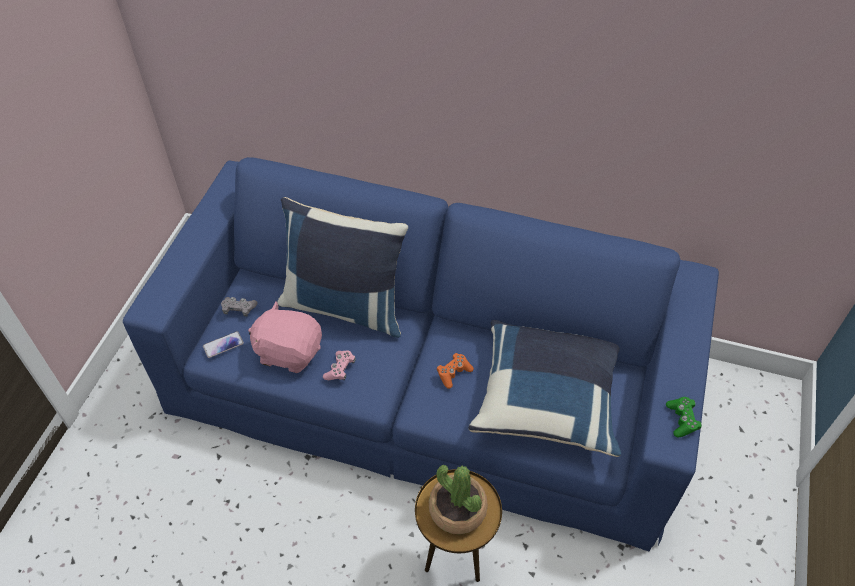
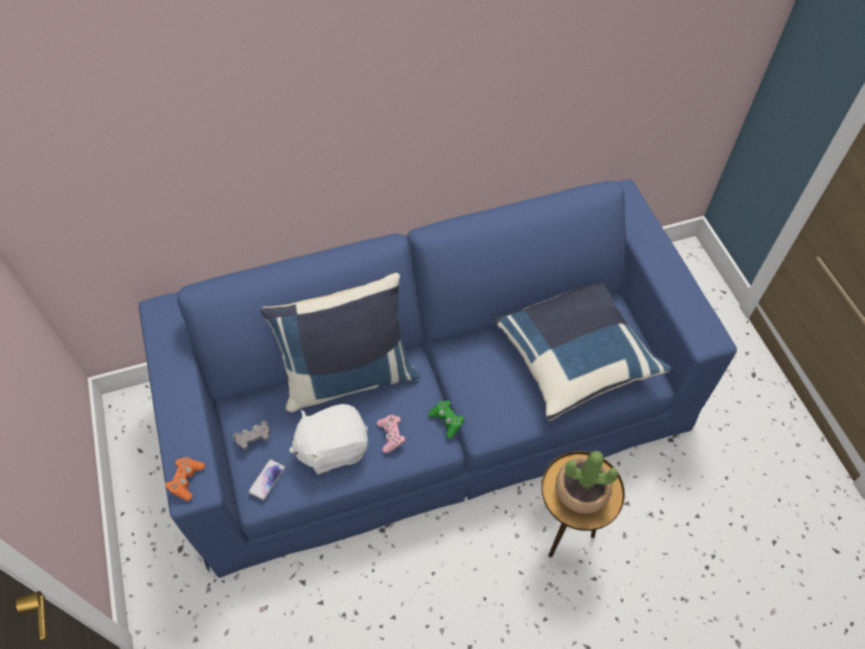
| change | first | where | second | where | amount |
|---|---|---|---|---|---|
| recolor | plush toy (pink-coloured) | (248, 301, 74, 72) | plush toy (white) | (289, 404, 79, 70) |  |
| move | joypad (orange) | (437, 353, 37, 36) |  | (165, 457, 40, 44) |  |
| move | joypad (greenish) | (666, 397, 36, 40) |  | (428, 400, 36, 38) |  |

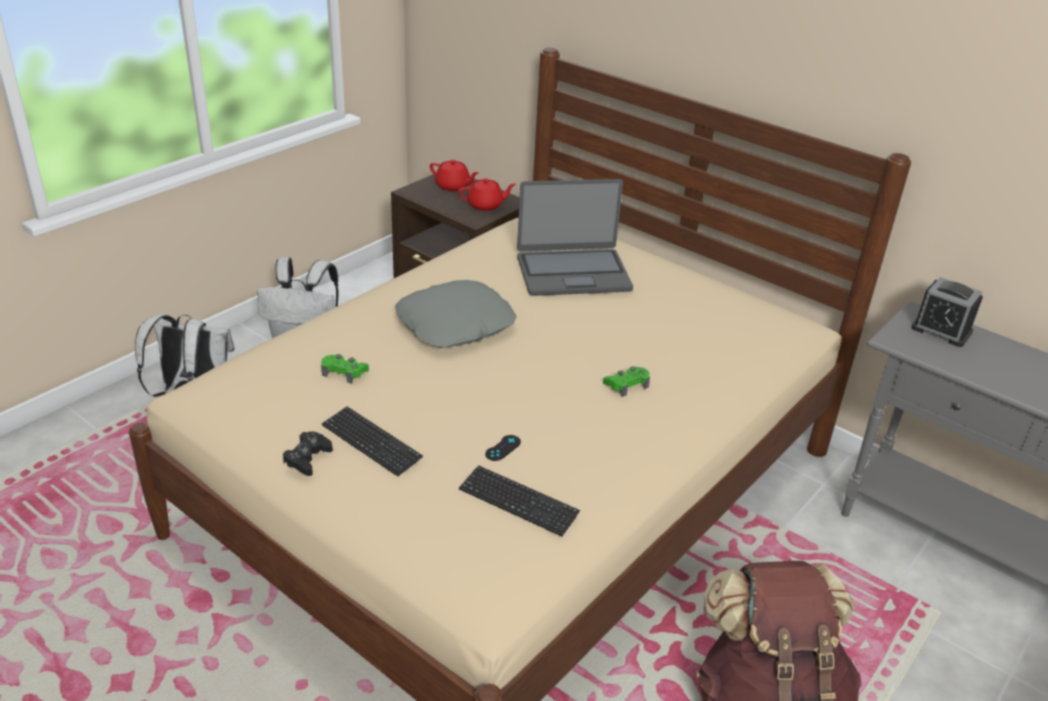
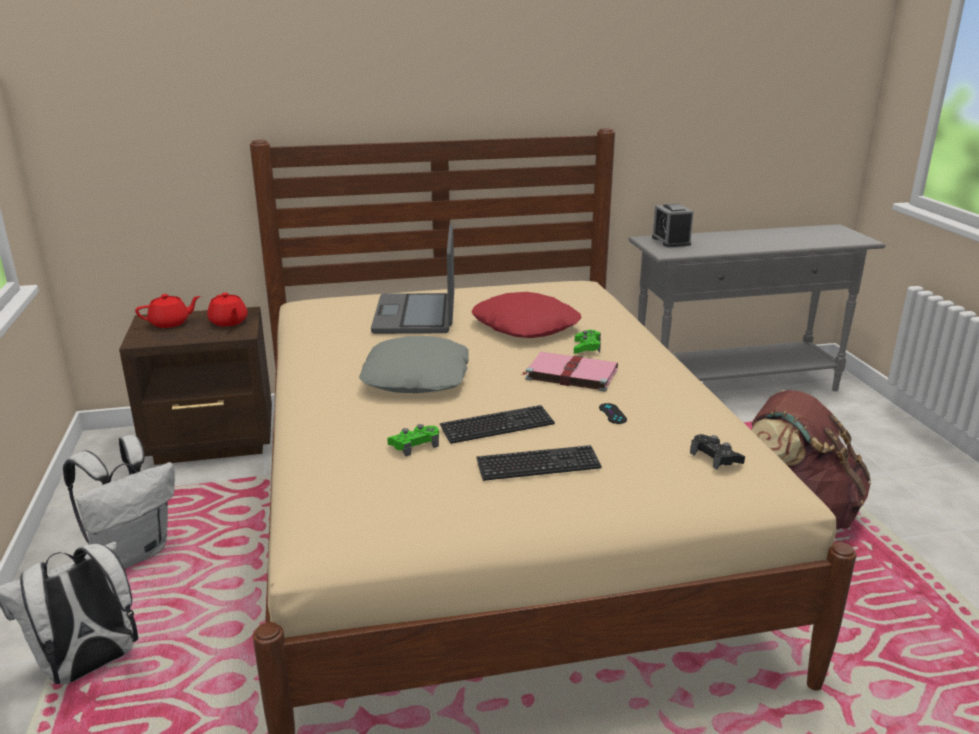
| change | first | where | second | where | amount |
|---|---|---|---|---|---|
| move | joypad (black) | (283, 431, 50, 45) |  | (690, 434, 55, 36) |  |
| rotate | tea pot (red-coloured) | (458, 178, 58, 33) |  | (207, 293, 41, 33) | 120 degrees clockwise |
| move | computer keyboard | (459, 465, 121, 71) |  | (440, 405, 115, 39) |  |
| rotate | laptop | (517, 179, 116, 117) |  | (371, 224, 83, 110) | 150 degrees clockwise |
| rotate | bedside clock | (911, 277, 72, 70) |  | (652, 204, 42, 43) | 90 degrees clockwise |
| insert |  |  | throw pillow (red-coloured) | (472, 292, 110, 46) |  |
| insert |  |  | bound book (pink-coloured) | (522, 352, 96, 40) |  |

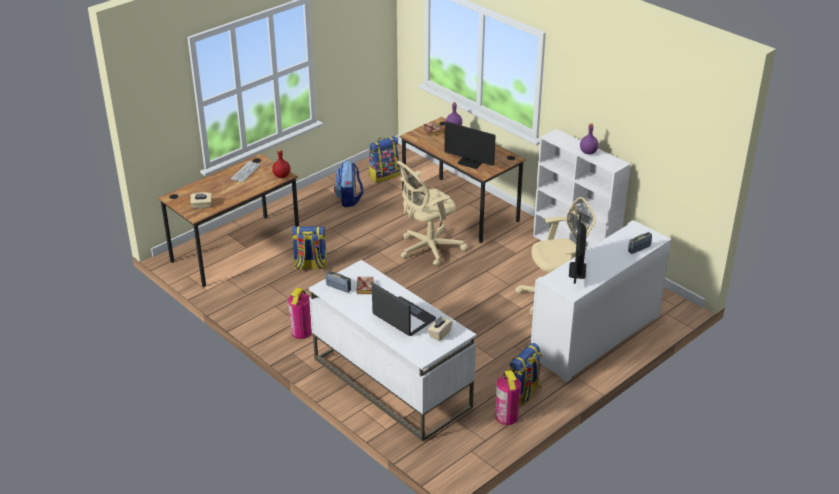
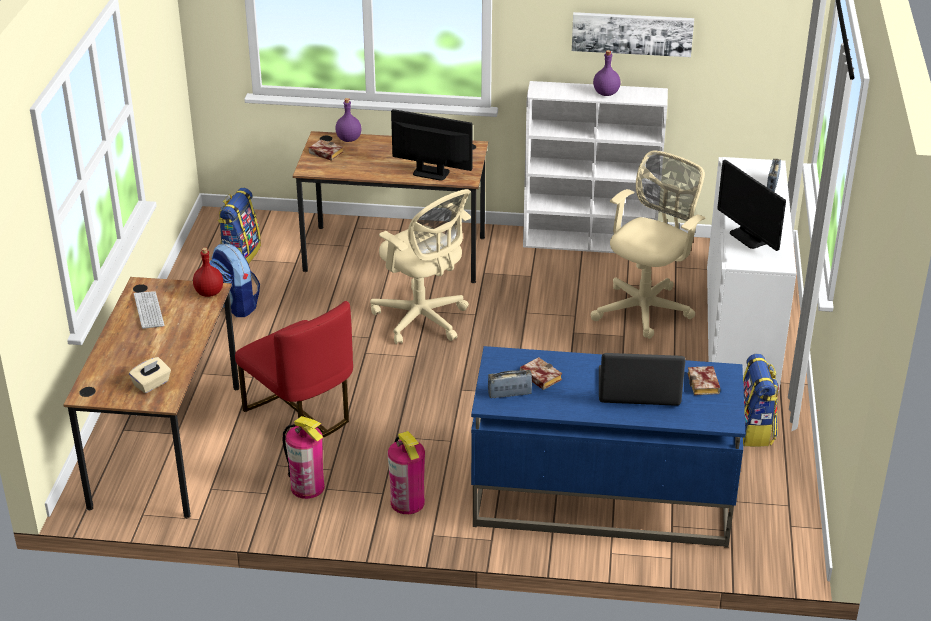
| change | first | where | second | where | amount |
|---|---|---|---|---|---|
| replace | rucksack | (292, 226, 35, 44) | chair (red-coloured) | (235, 301, 118, 137) |  |
| recolor | desk (white) | (309, 260, 167, 181) | desk (blue) | (471, 346, 274, 202) |  |
| rotate | office chair (beige-coloured) | (397, 161, 71, 106) |  | (370, 189, 101, 155) | 60 degrees counterclockwise |
| replace | tissue box (beige-coloured) | (427, 316, 26, 25) | bound book | (687, 366, 33, 29) |  |
| rotate | monitor | (445, 121, 51, 48) |  | (391, 109, 82, 72) | 150 degrees counterclockwise |
| move | extinguisher | (495, 370, 26, 55) |  | (282, 416, 43, 83) |  |
| insert |  |  | wall art | (572, 12, 122, 45) |  |

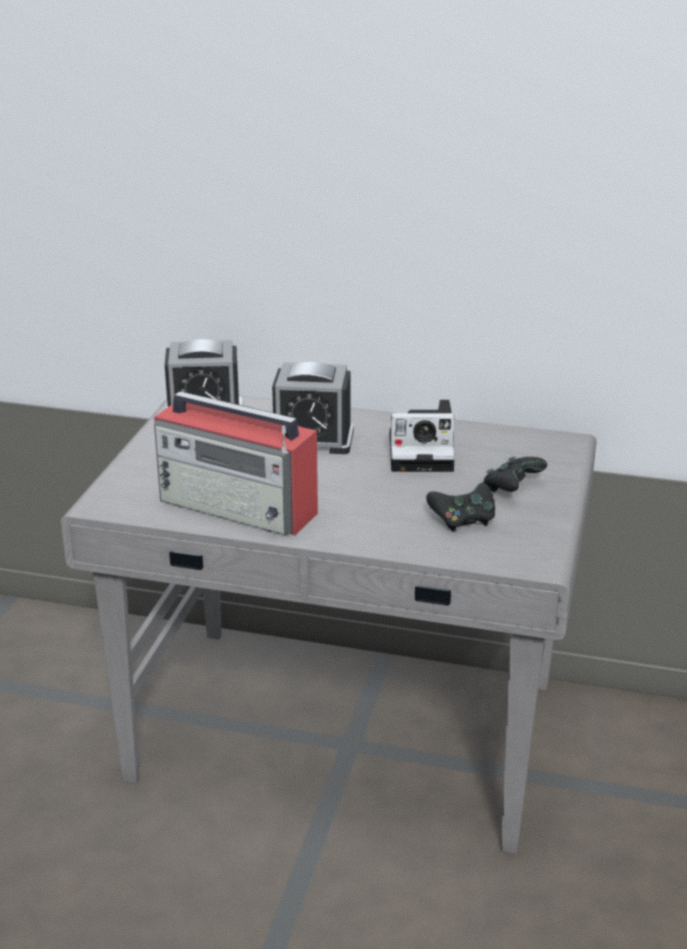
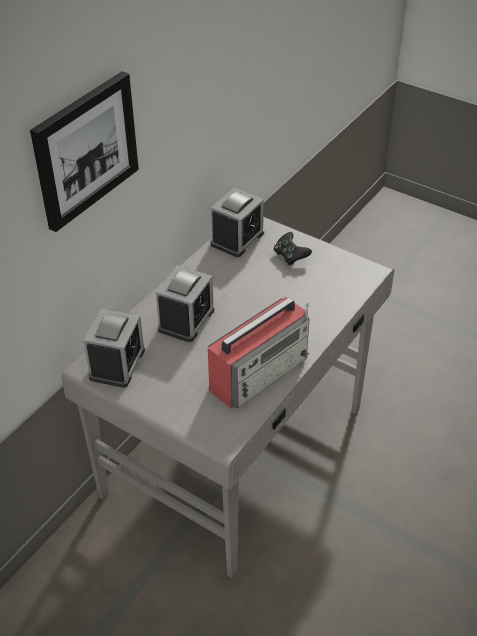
| change | first | where | second | where | amount |
|---|---|---|---|---|---|
| delete | still camera | (390, 400, 65, 72) |  |  |  |
| delete | joypad (black) | (426, 483, 69, 49) |  |  |  |
| insert |  |  | wall art | (30, 71, 109, 161) |  |
| insert |  |  | bedside clock | (211, 188, 53, 69) |  |

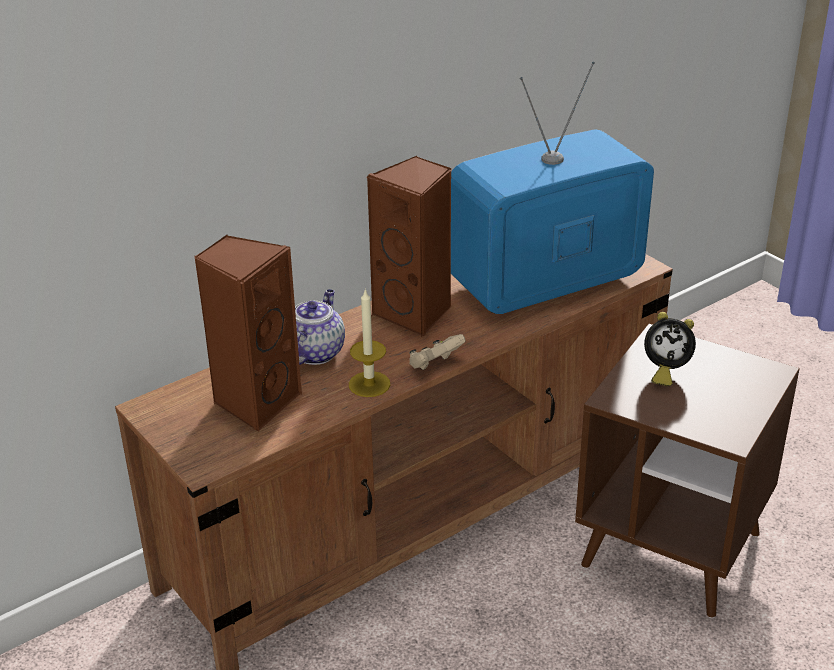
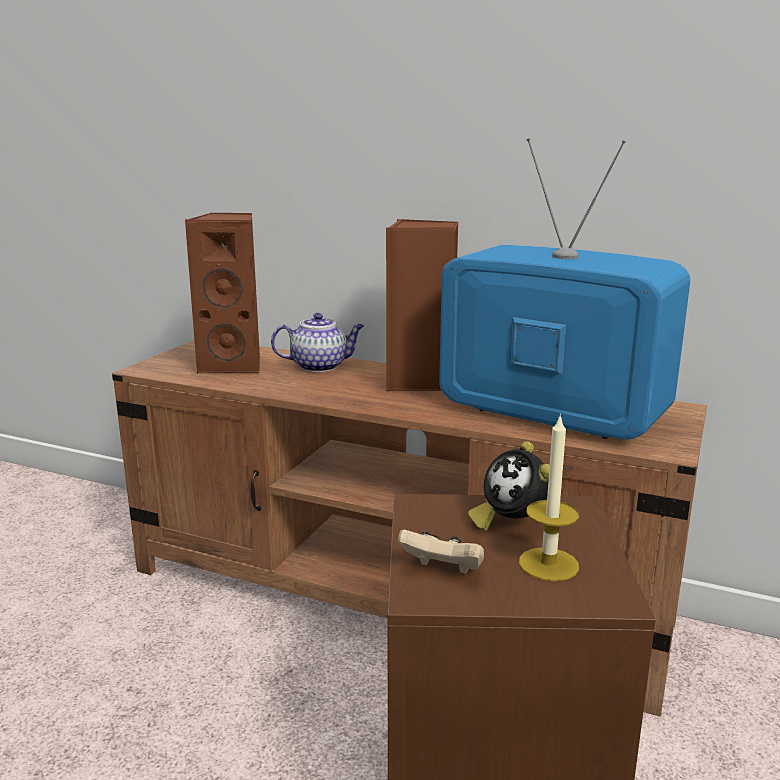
| change | first | where | second | where | amount |
|---|---|---|---|---|---|
| move | candle | (349, 289, 41, 108) |  | (519, 414, 60, 167) |  |
| move | joypad (beige-coloured) | (409, 334, 57, 36) |  | (398, 529, 86, 45) |  |

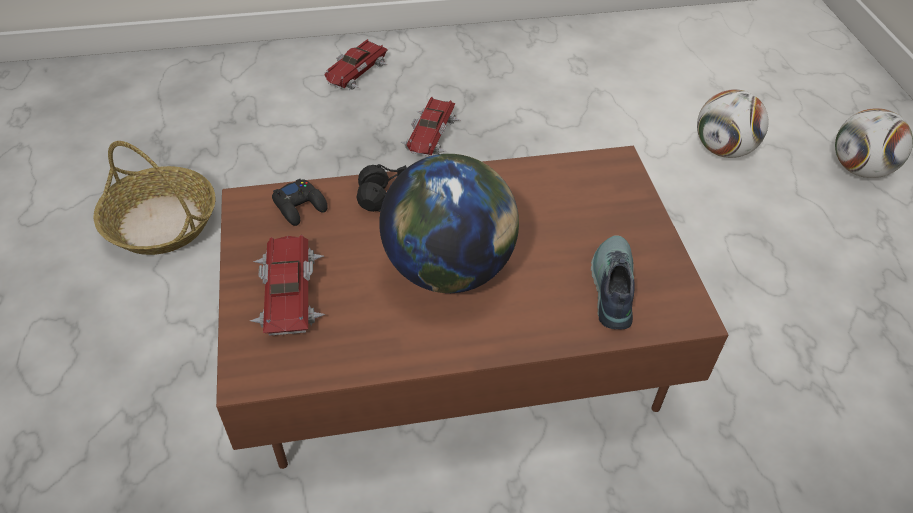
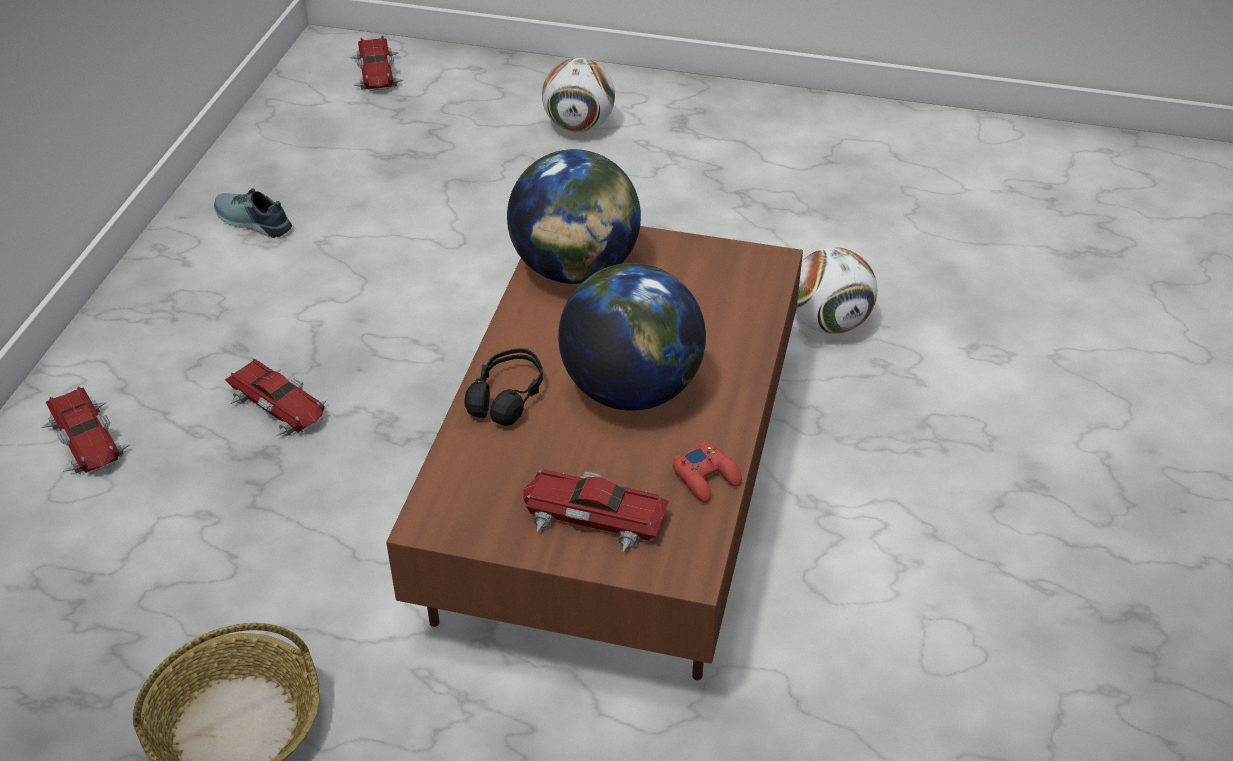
| change | first | where | second | where | amount |
|---|---|---|---|---|---|
| delete | joypad (black) | (272, 179, 56, 47) |  |  |  |
| move | item of footwear | (591, 235, 44, 94) |  | (214, 188, 78, 50) |  |
| move | football | (697, 89, 72, 69) |  | (796, 247, 81, 87) |  |
| insert |  |  | toy car | (350, 36, 53, 55) |  |
| insert |  |  | desk globe | (507, 149, 134, 135) |  |
| insert |  |  | joypad (red-coloured) | (673, 443, 69, 60) |  |

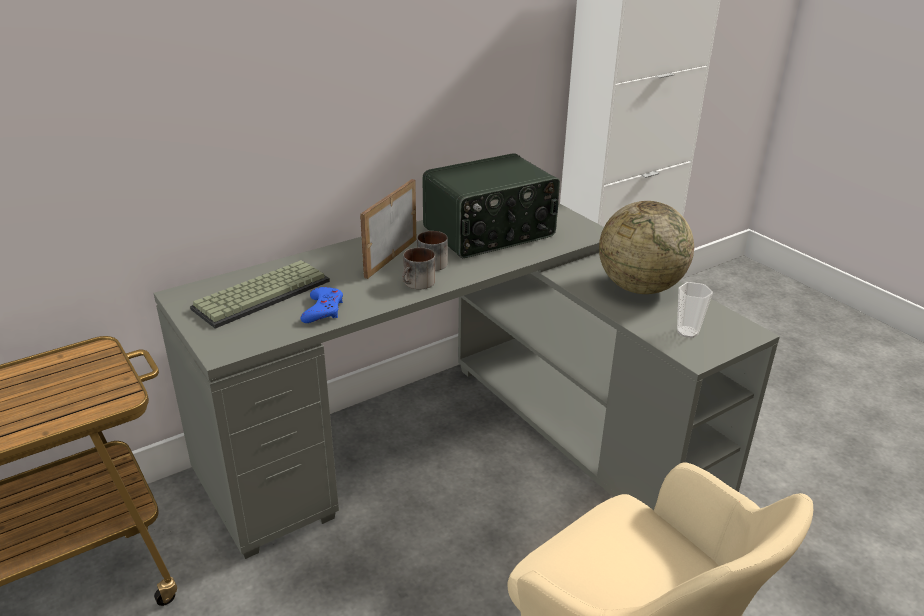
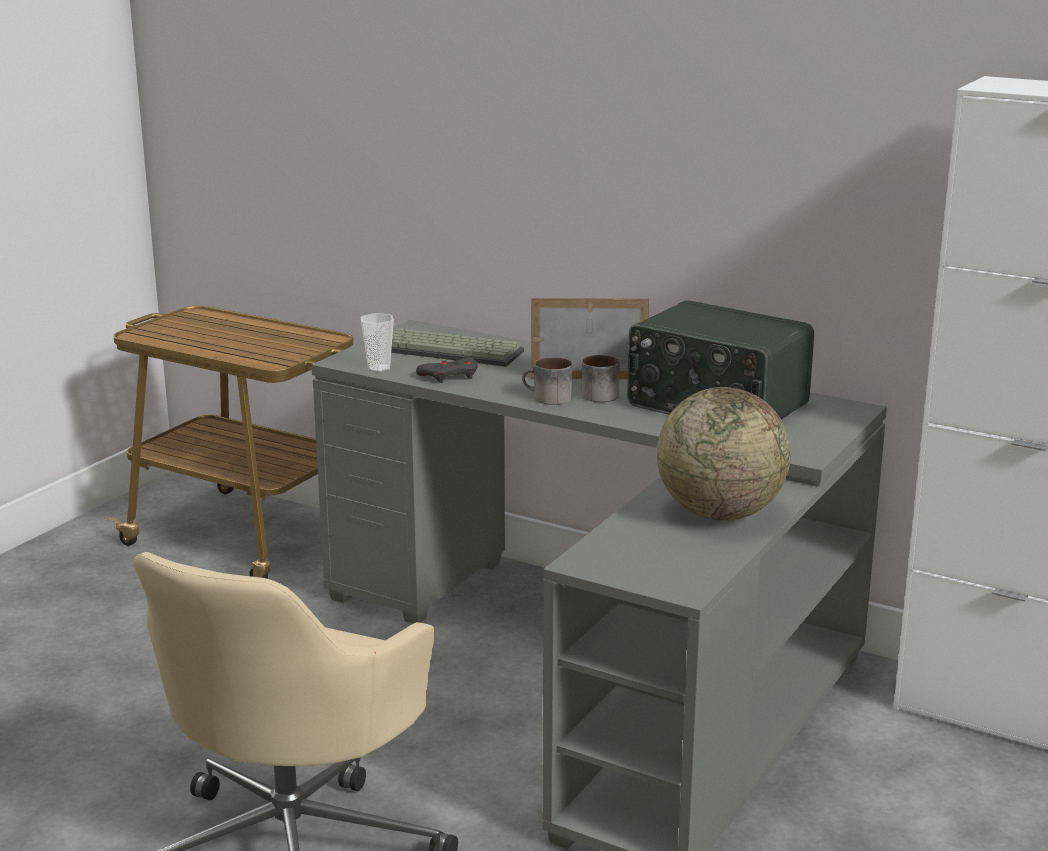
| change | first | where | second | where | amount |
|---|---|---|---|---|---|
| recolor | joypad (blue) | (300, 287, 43, 36) | joypad (greyish) | (416, 358, 62, 25) |  |
| move | small cup | (677, 282, 36, 56) |  | (360, 313, 34, 59) |  |

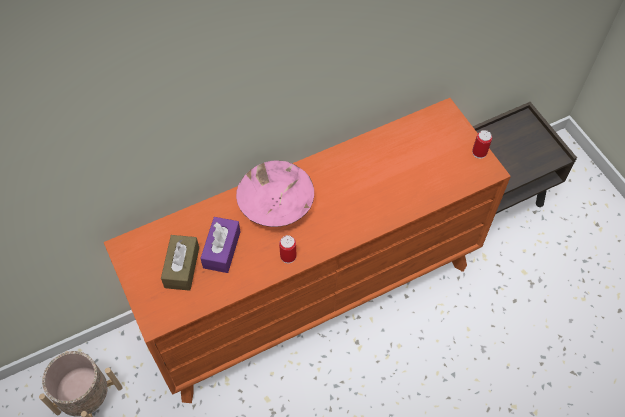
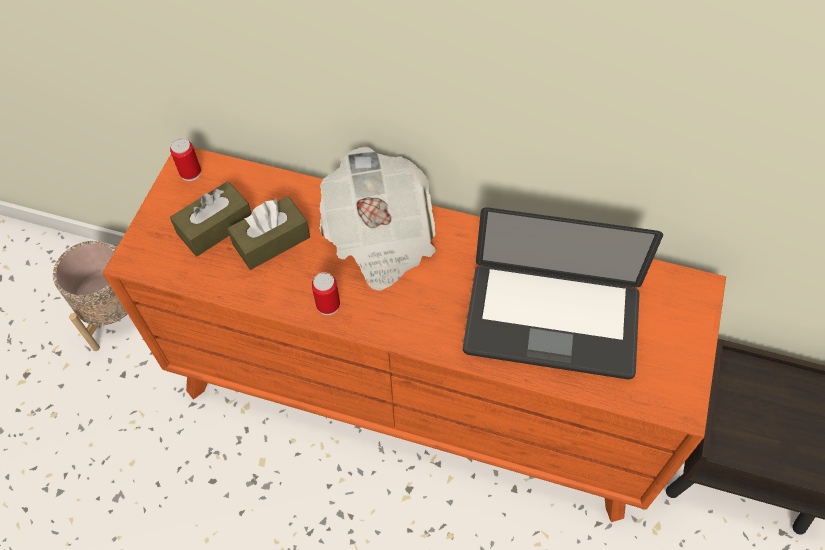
| change | first | where | second | where | amount |
|---|---|---|---|---|---|
| recolor | tissue box (purplish) | (200, 217, 41, 56) | tissue box (brown) | (227, 196, 83, 74) |  |
| replace | bowl (pink-coloured) | (236, 160, 78, 67) | printed paper | (319, 147, 117, 144) |  |
| move | metal can | (472, 130, 20, 29) |  | (170, 138, 31, 43) |  |
| insert |  |  | laptop | (463, 207, 200, 172) |  |

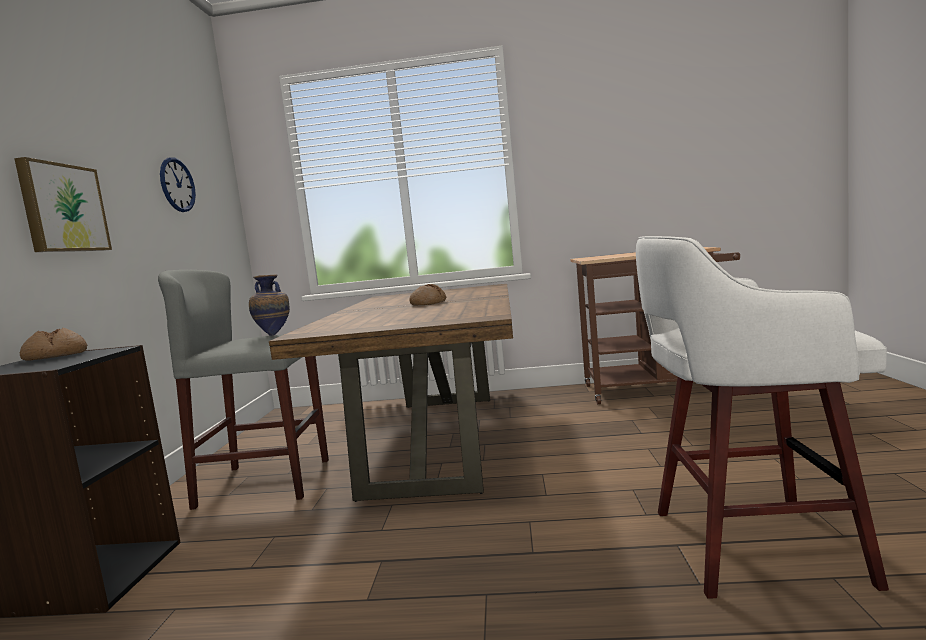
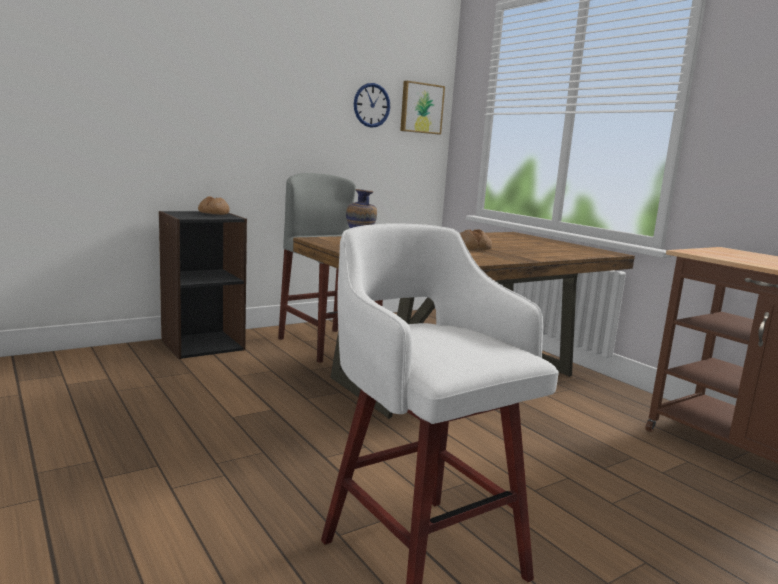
| change | first | where | second | where | amount |
|---|---|---|---|---|---|
| move | wall art | (14, 157, 98, 95) |  | (400, 81, 45, 53) |  |

